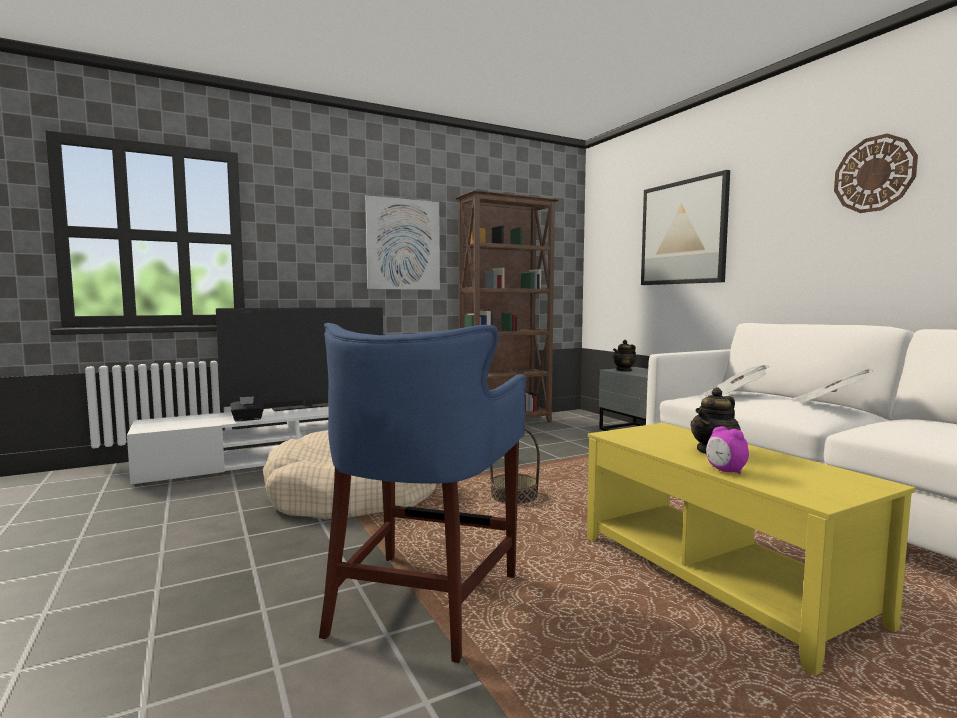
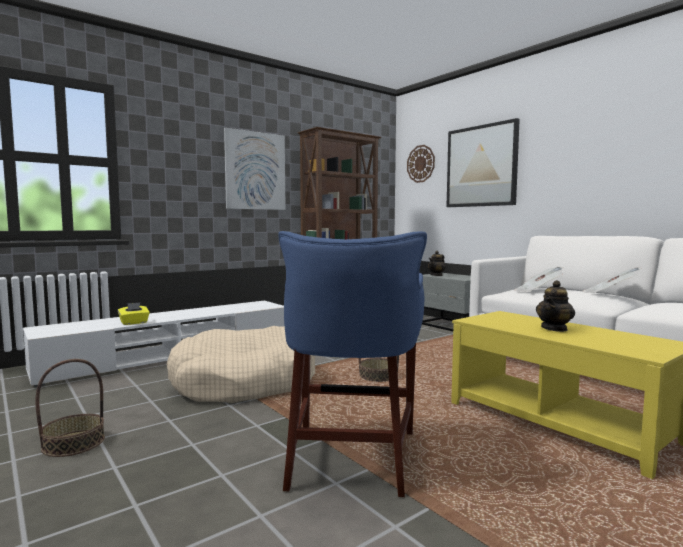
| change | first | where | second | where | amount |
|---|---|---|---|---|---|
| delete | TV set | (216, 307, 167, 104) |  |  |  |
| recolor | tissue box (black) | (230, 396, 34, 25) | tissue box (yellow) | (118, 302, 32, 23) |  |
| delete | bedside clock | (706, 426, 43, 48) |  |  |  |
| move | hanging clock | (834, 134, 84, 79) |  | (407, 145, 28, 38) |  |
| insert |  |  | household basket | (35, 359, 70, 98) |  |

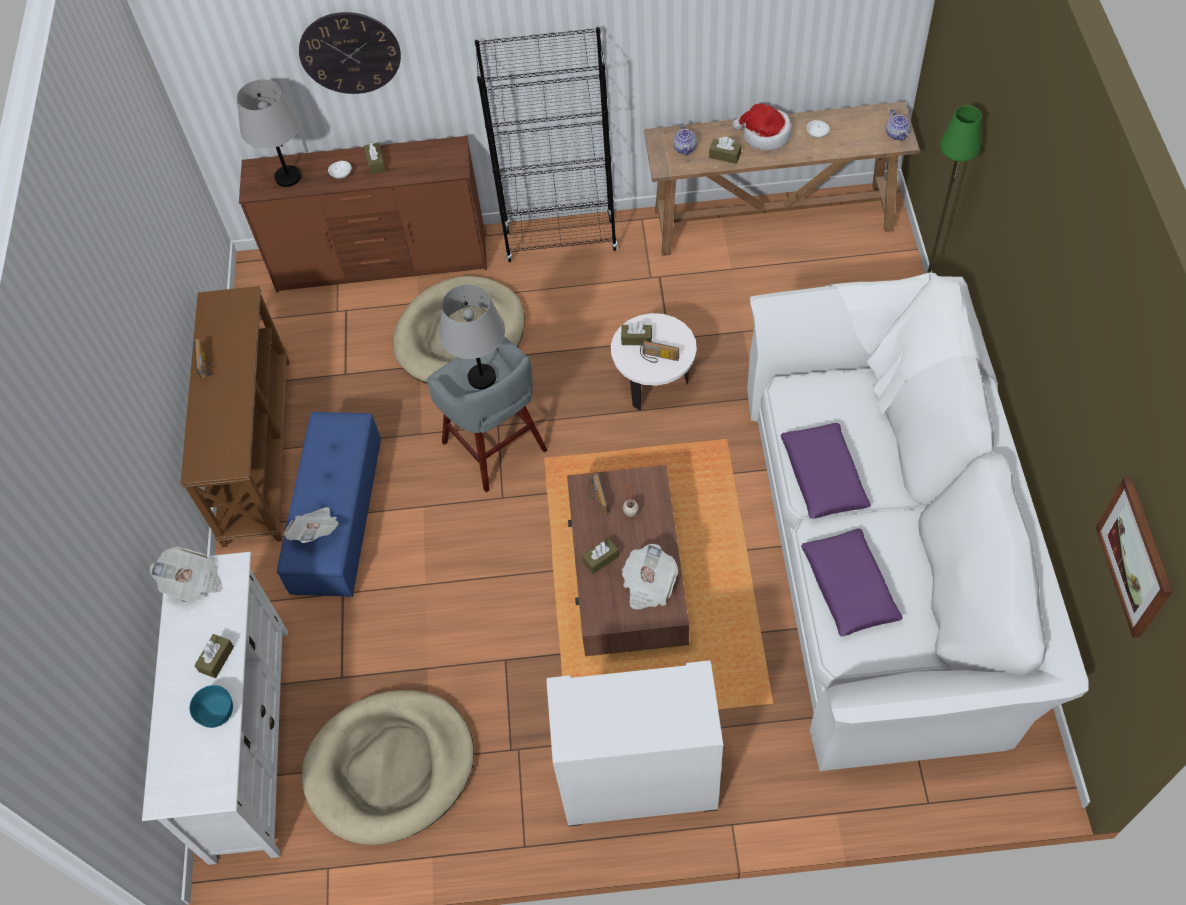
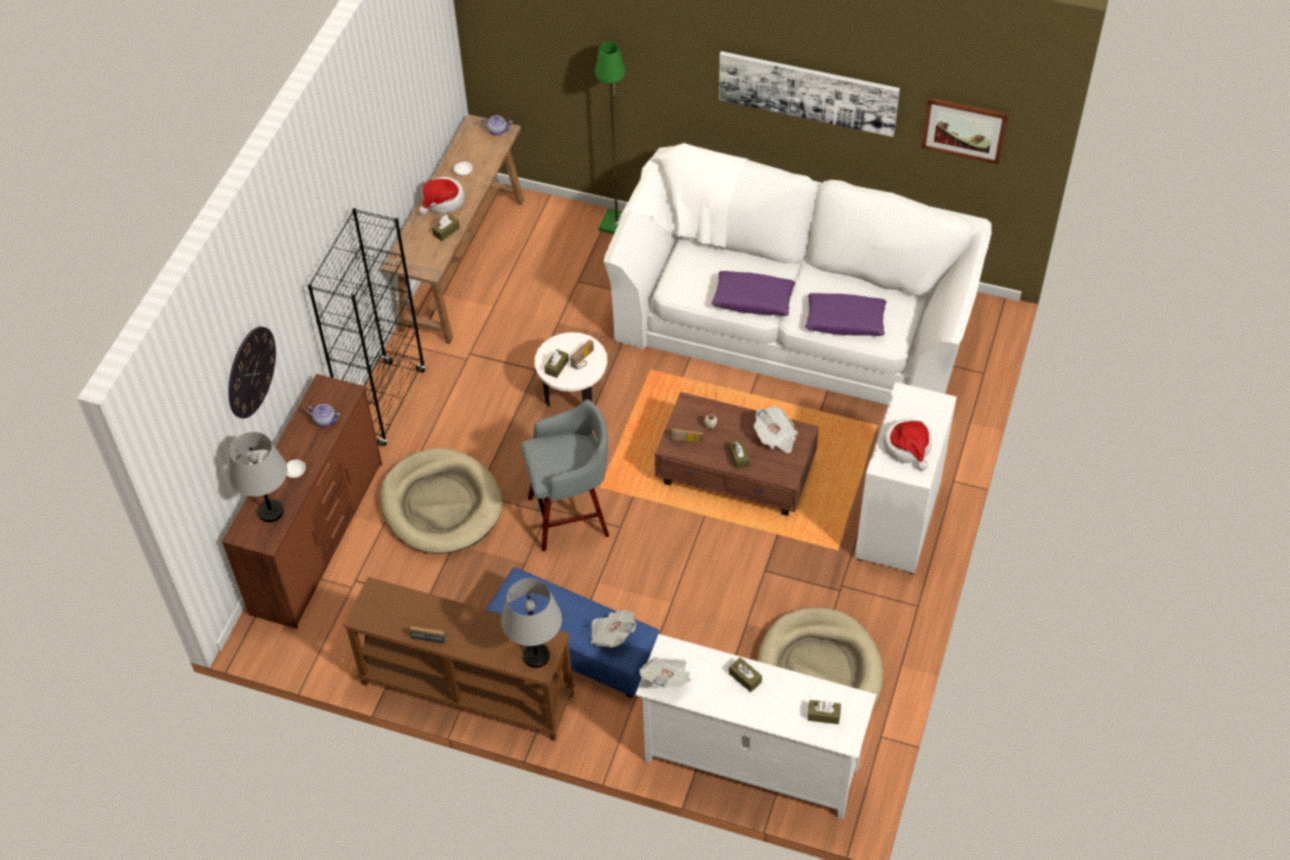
| change | first | where | second | where | amount |
|---|---|---|---|---|---|
| delete | bowl (turquoise-coloured) | (189, 685, 44, 43) |  |  |  |
| move | tissue box (brown) | (363, 142, 23, 32) |  | (808, 700, 33, 24) |  |
| move | tabletop lamp (greyish) | (439, 284, 66, 105) |  | (501, 578, 61, 90) |  |
| move | tea pot | (673, 123, 24, 33) |  | (305, 404, 35, 23) |  |
| insert |  |  | wall art | (719, 51, 181, 86) |  |
| insert |  |  | clothing hat | (883, 419, 49, 52) |  |

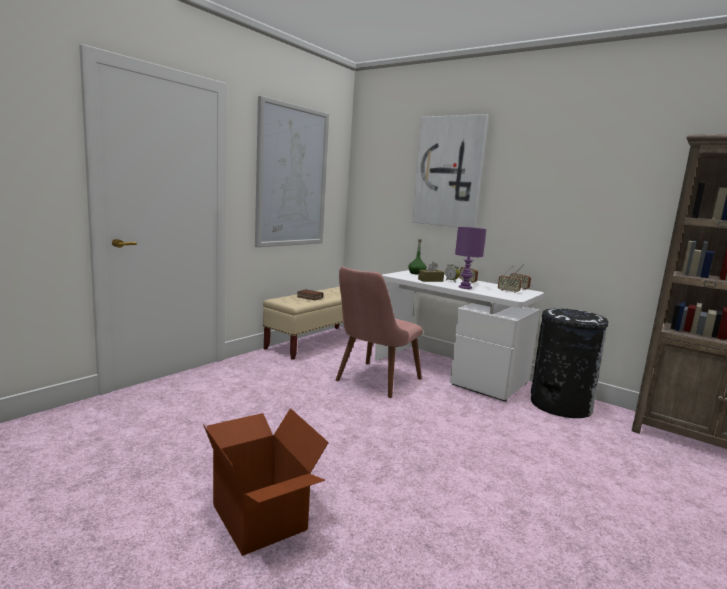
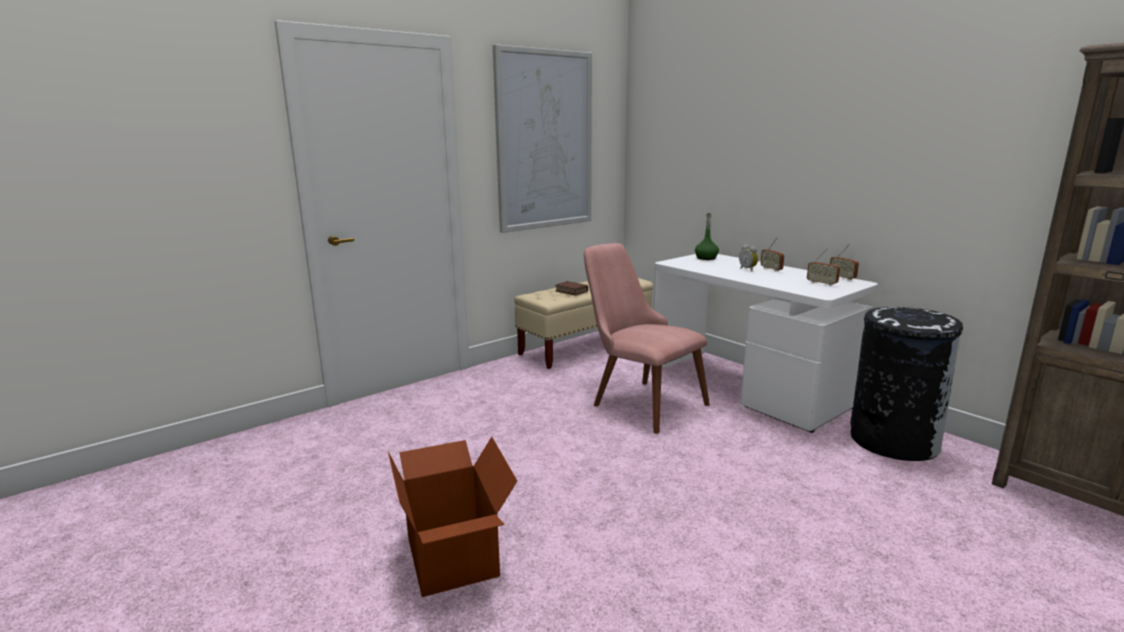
| change | first | where | second | where | amount |
|---|---|---|---|---|---|
| rotate | chair (pink-coloured) | (336, 266, 87, 132) |  | (584, 243, 126, 191) | 90 degrees clockwise |
| delete | wall art | (412, 114, 76, 114) |  |  |  |
| delete | tissue box (brown) | (418, 262, 26, 20) |  |  |  |
| delete | tabletop lamp (purplish) | (455, 227, 31, 62) |  |  |  |

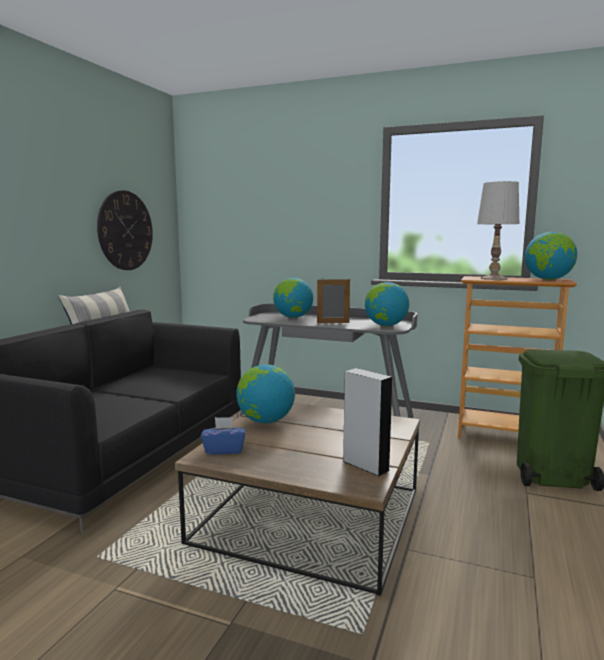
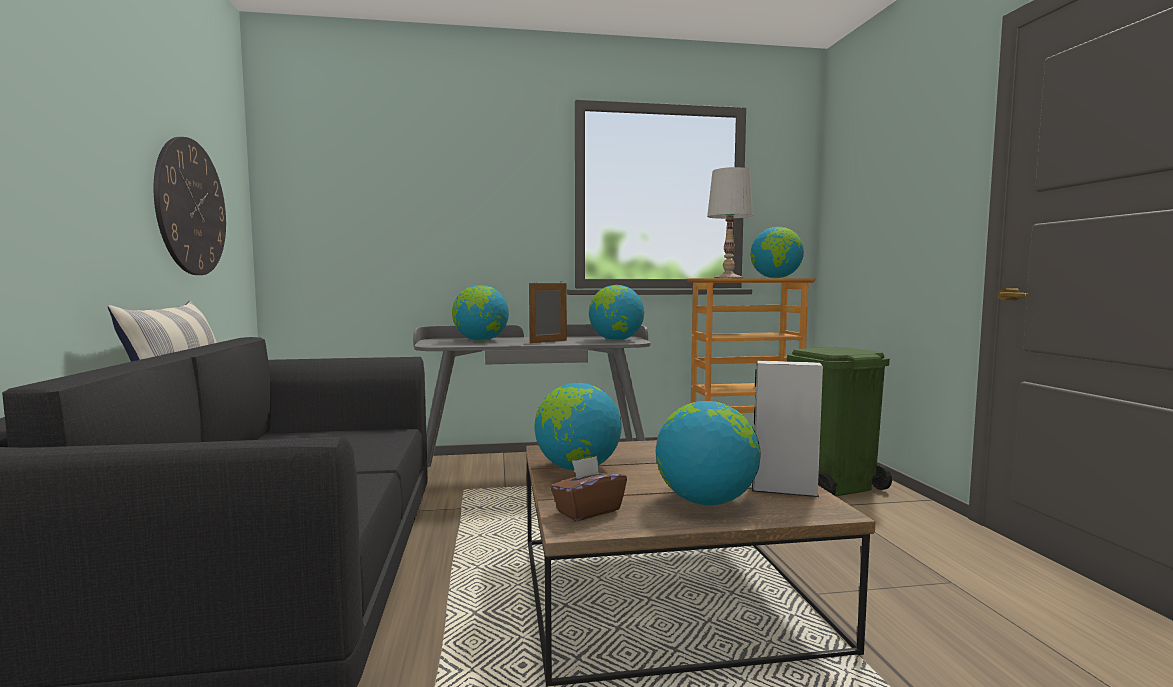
| change | first | where | second | where | amount |
|---|---|---|---|---|---|
| recolor | tissue box (blue) | (201, 417, 44, 38) | tissue box (brown) | (550, 456, 77, 65) |  |
| insert |  |  | desk globe | (656, 401, 105, 104) |  |

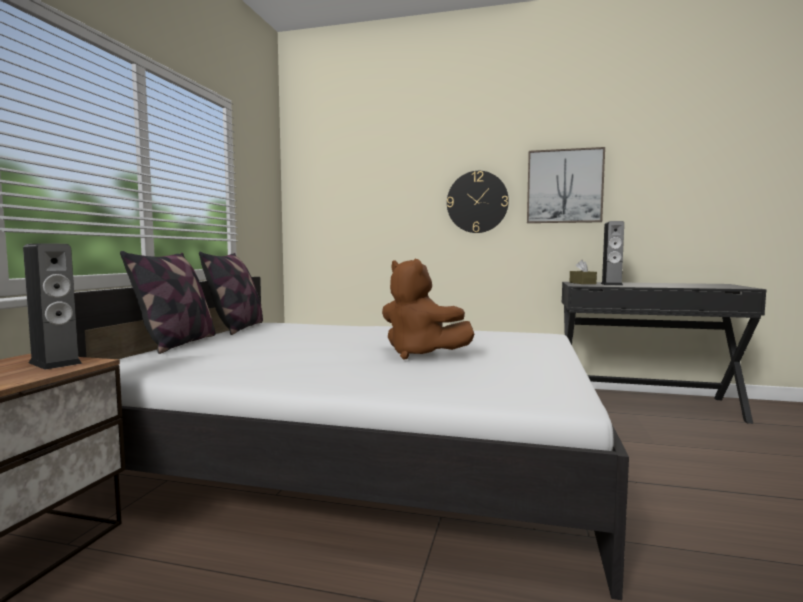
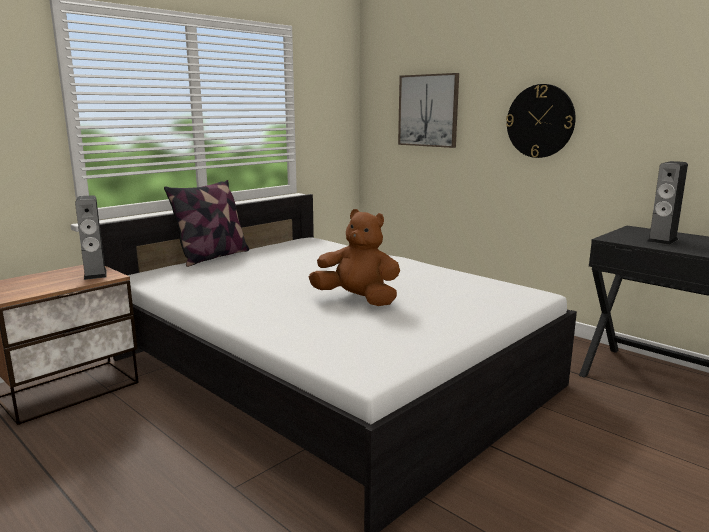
| change | first | where | second | where | amount |
|---|---|---|---|---|---|
| delete | throw pillow | (199, 252, 64, 83) |  |  |  |
| rotate | plush toy (brown) | (382, 259, 93, 101) |  | (309, 209, 91, 97) | 135 degrees clockwise |
| move | wall art | (527, 147, 78, 76) |  | (398, 73, 61, 75) |  |
| delete | tissue box (brown) | (570, 260, 27, 24) |  |  |  |

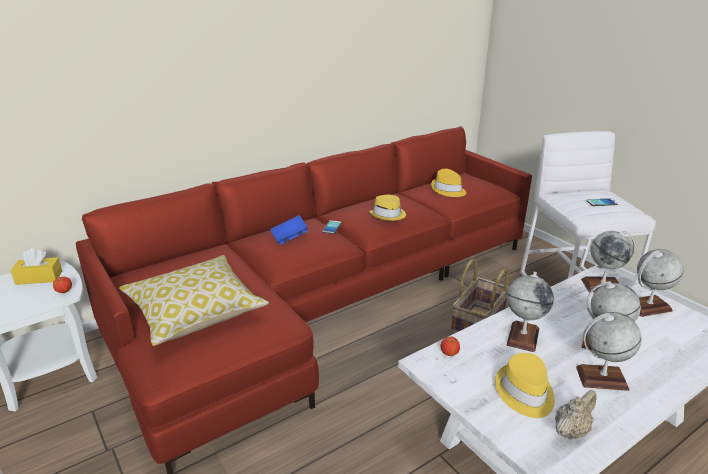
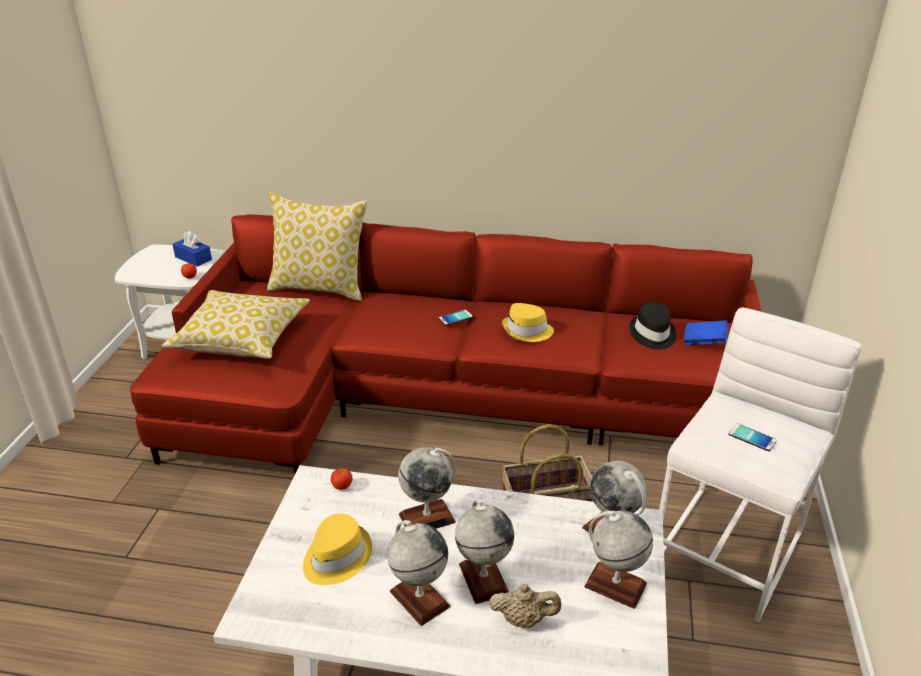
| change | first | where | second | where | amount |
|---|---|---|---|---|---|
| recolor | tissue box (yellow) | (10, 248, 52, 37) | tissue box (blue) | (172, 231, 40, 36) |  |
| move | bound book (blue) | (271, 215, 38, 30) |  | (684, 320, 44, 25) |  |
| recolor | clothing hat (yellow) | (431, 169, 35, 28) | clothing hat (black) | (629, 302, 47, 48) |  |
| move | tea pot (beige-coloured) | (555, 390, 42, 49) |  | (489, 584, 72, 44) |  |
| insert |  |  | throw pillow | (267, 192, 100, 109) |  |

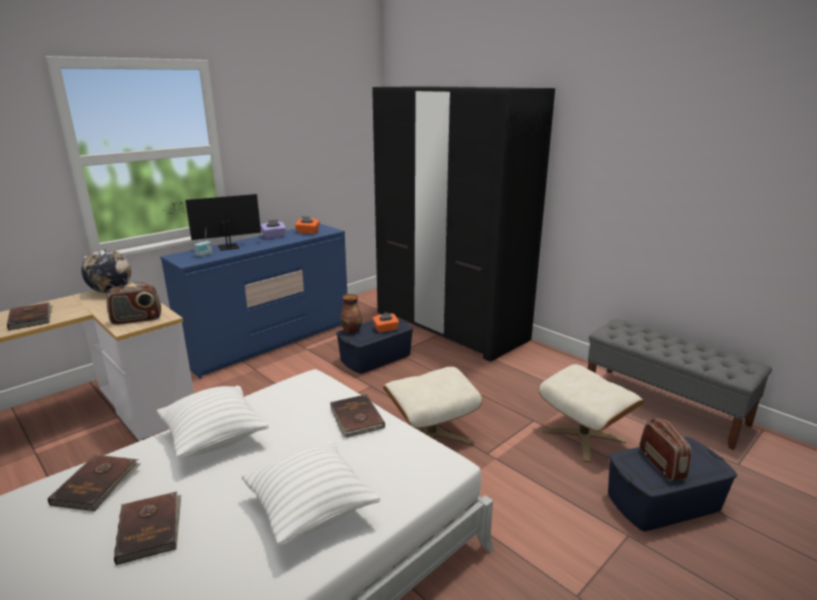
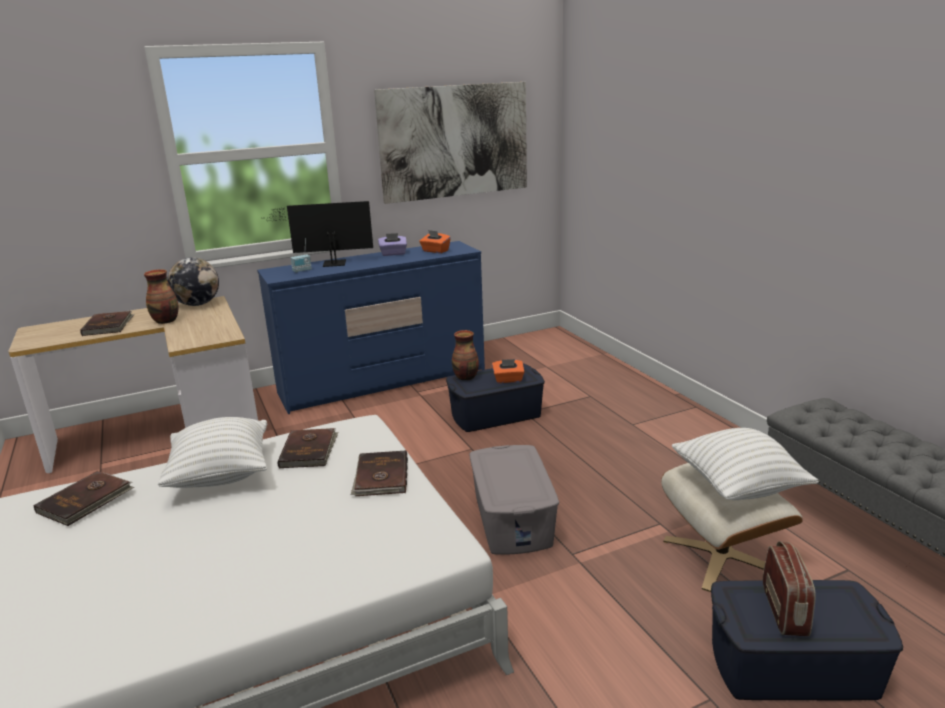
| change | first | where | second | where | amount |
|---|---|---|---|---|---|
| delete | radio receiver | (106, 281, 55, 44) |  |  |  |
| move | bound book (brown) | (114, 491, 67, 74) |  | (278, 428, 61, 41) |  |
| move | throw pillow (white) | (241, 441, 139, 104) |  | (672, 428, 147, 72) |  |
| delete | armoire (black) | (372, 86, 183, 276) |  |  |  |
| replace | pouffe (beige-coloured) | (383, 367, 100, 78) | storage bin (greyish) | (469, 445, 90, 110) |  |
| insert |  |  | flower vase | (144, 269, 34, 55) |  |
| insert |  |  | wall art | (374, 82, 153, 122) |  |

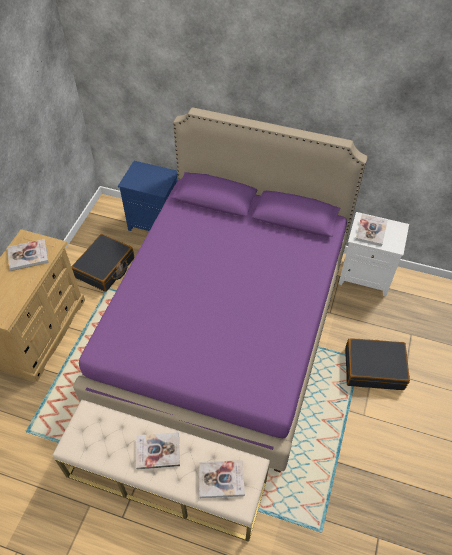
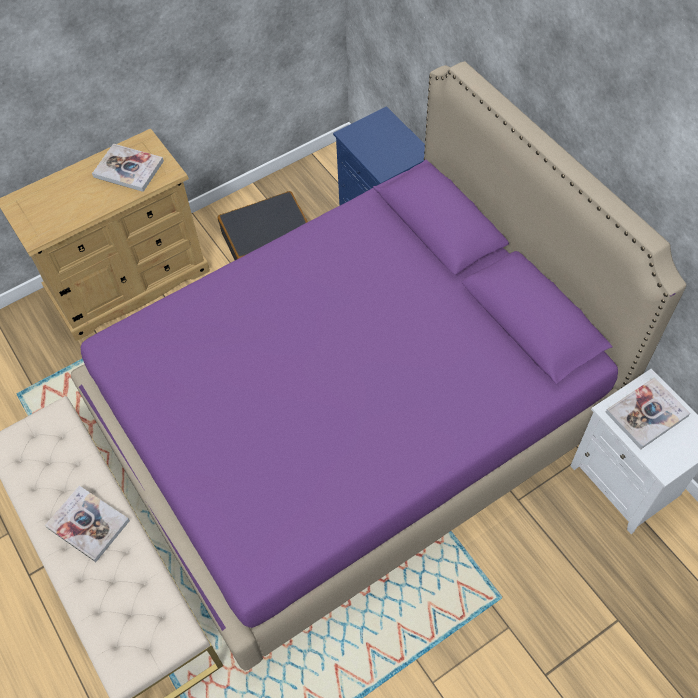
| change | first | where | second | where | amount |
|---|---|---|---|---|---|
| delete | bound book | (199, 460, 46, 38) |  |  |  |
| delete | piece of luggage (black) | (345, 338, 65, 52) |  |  |  |

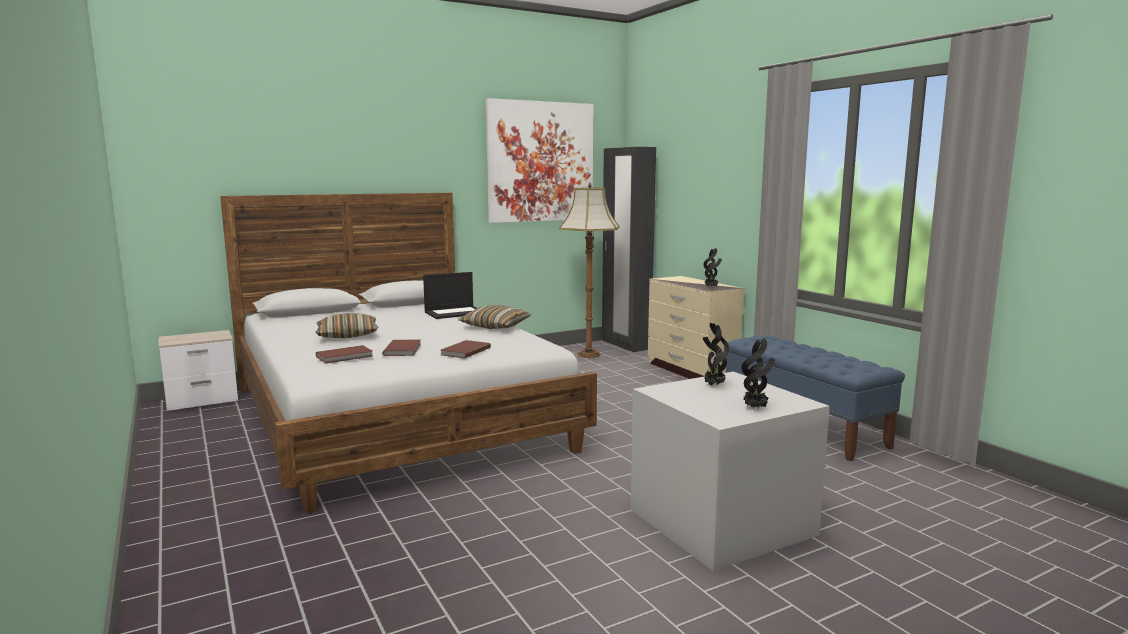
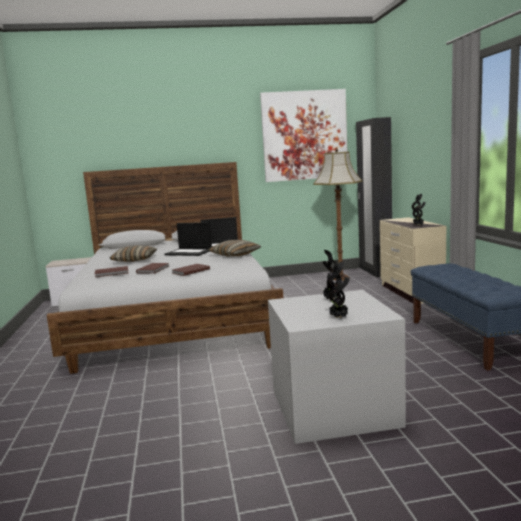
| change | first | where | second | where | amount |
|---|---|---|---|---|---|
| insert |  |  | laptop | (165, 223, 47, 33) |  |

